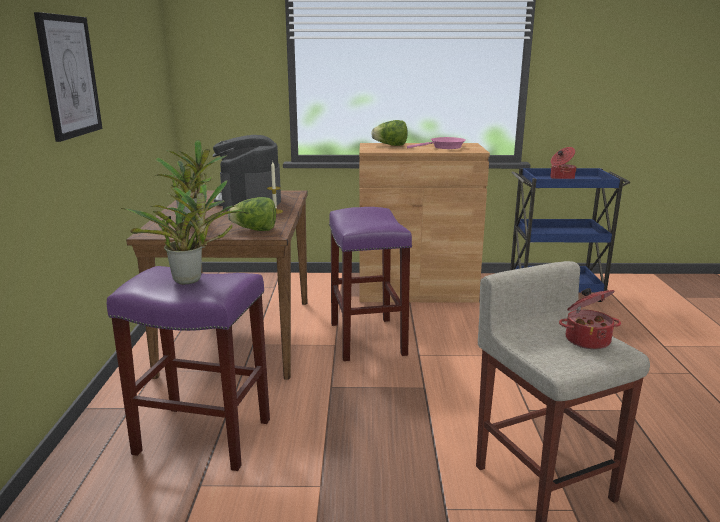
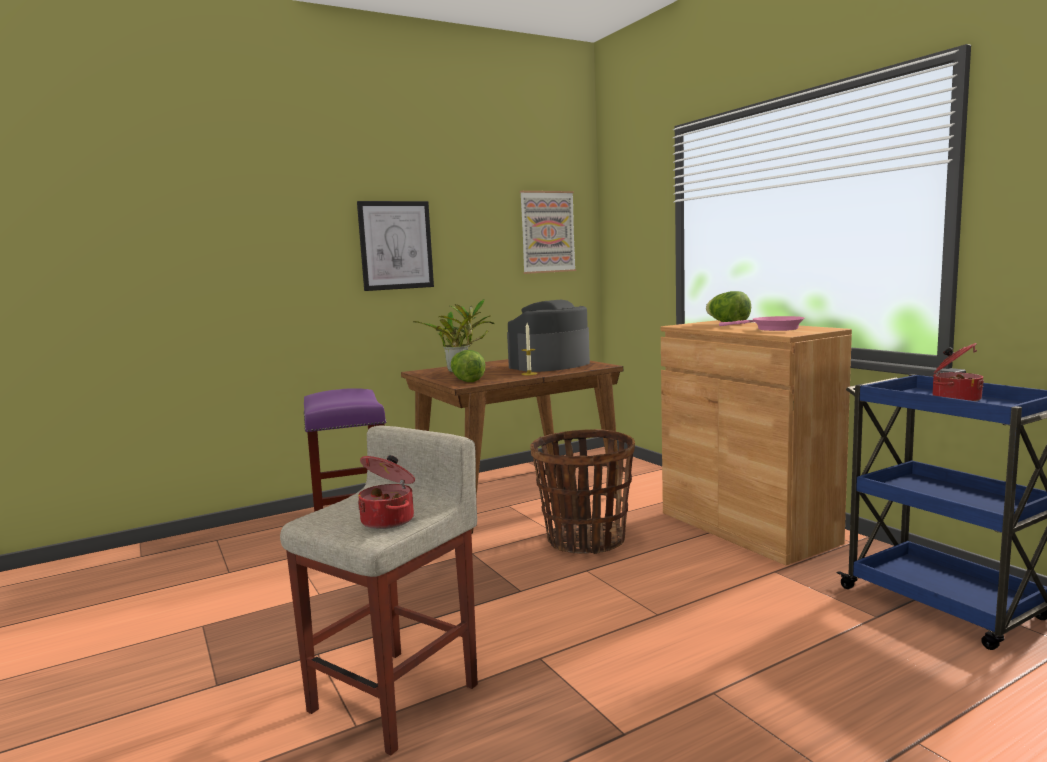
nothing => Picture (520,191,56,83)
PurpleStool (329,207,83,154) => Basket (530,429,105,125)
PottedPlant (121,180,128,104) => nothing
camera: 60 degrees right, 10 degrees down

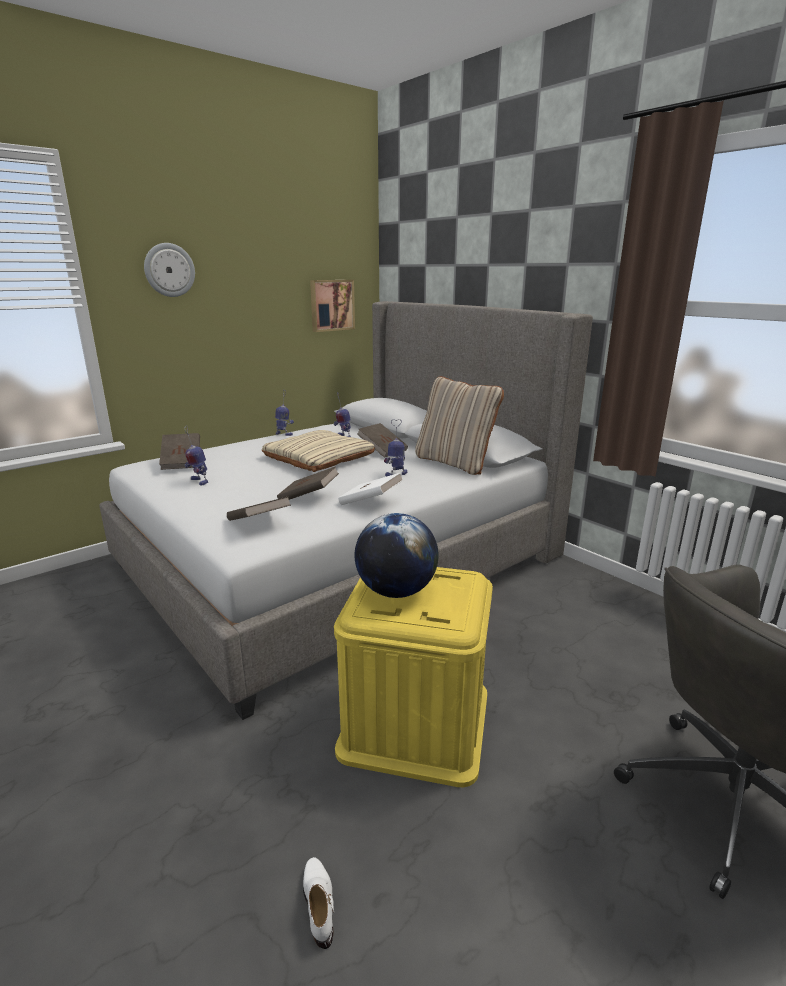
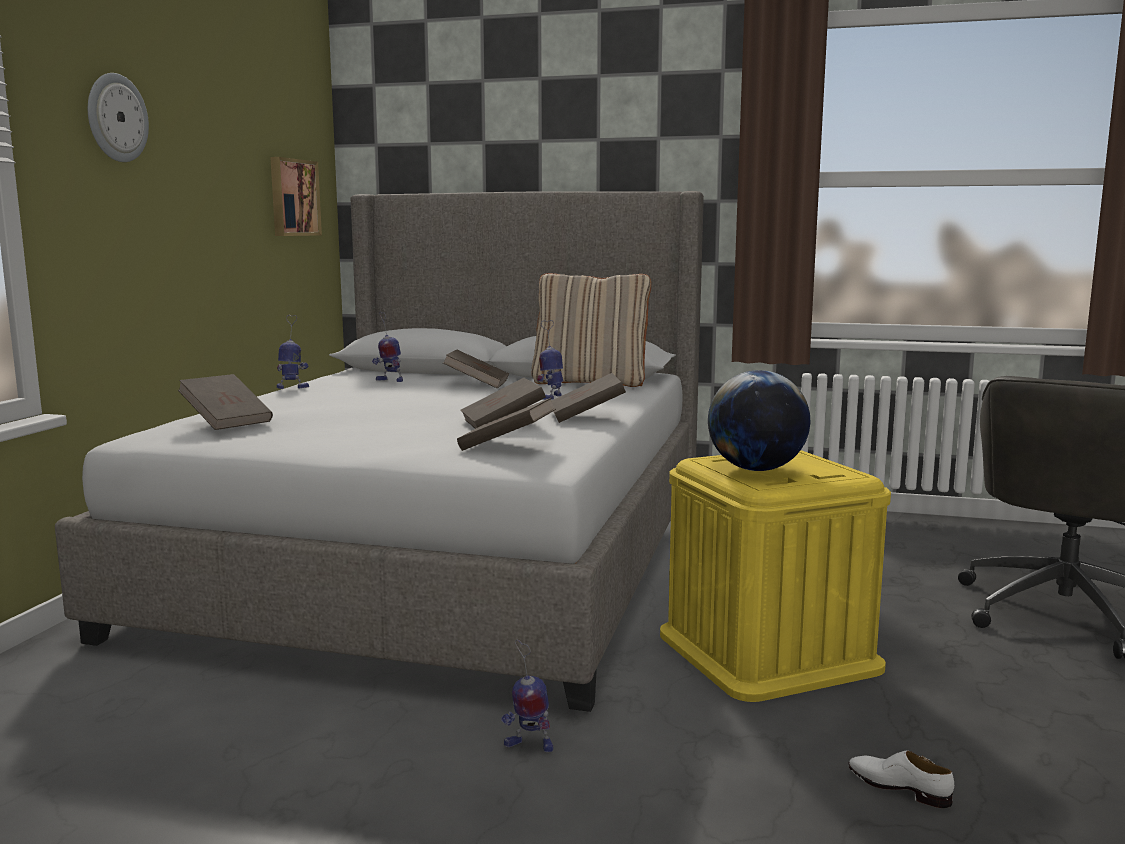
ToyRobot (185,425,23,60) => ToyRobot (501,640,52,112), shifted
WhiteBook (338,473,65,32) => BrownBook (551,373,75,50)
BeigePillow (262,430,113,42) => nothing
camera: 35 degrees left, 10 degrees down

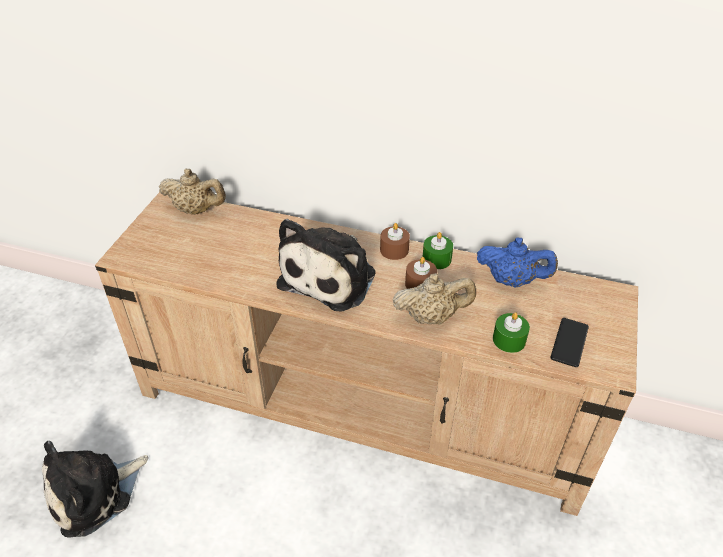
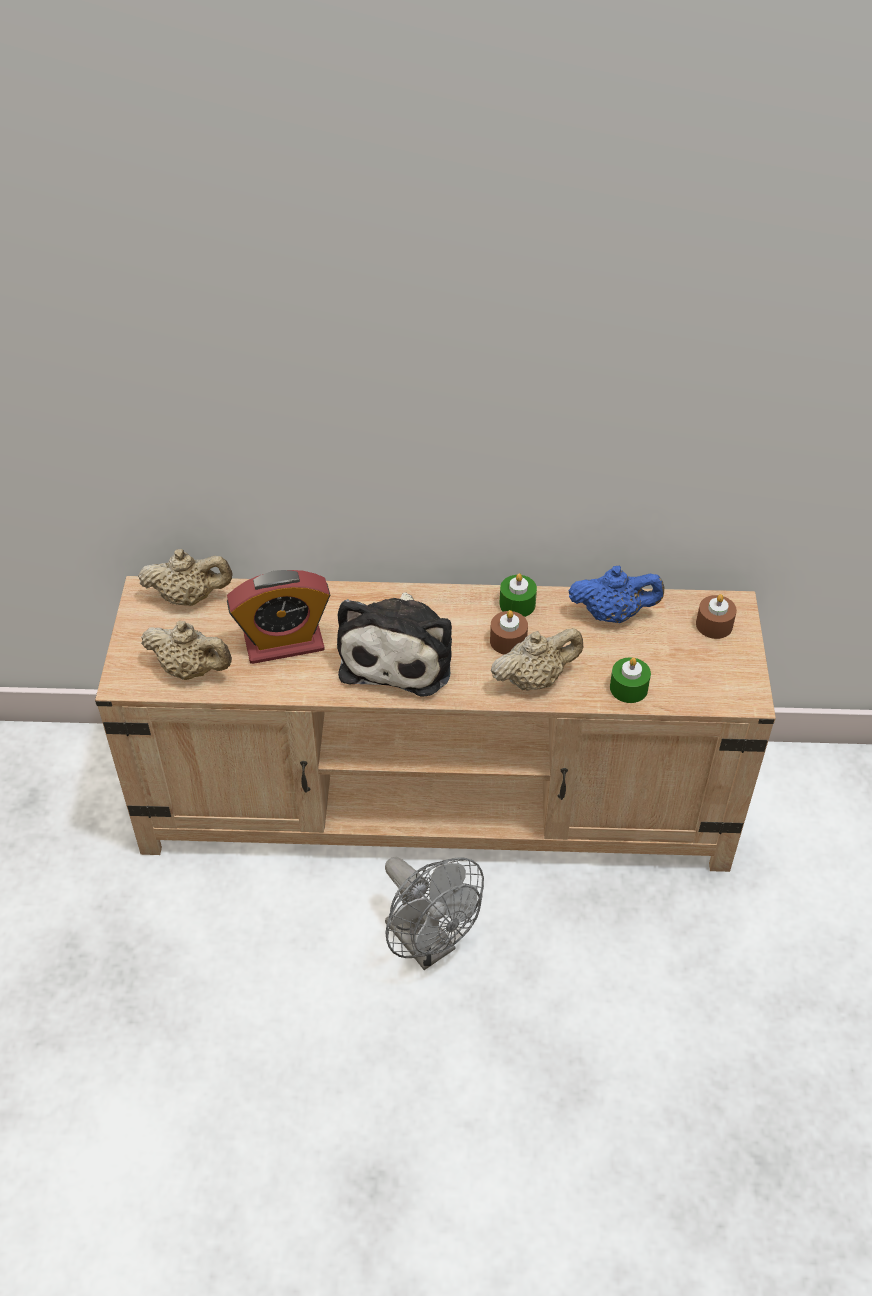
nothing => BeigeTeapot (141,621,91,59)
nothing => AlarmClock (227,570,103,94)
nothing => GreyFan (385,857,99,113)
BrownCandle (380,223,30,37) => BrownCandle (696,594,41,45), shifted
PlushToy (42,441,106,97) => nothing
Phone (550,318,39,49) => nothing
camera: 15 degrees left, 5 degrees up

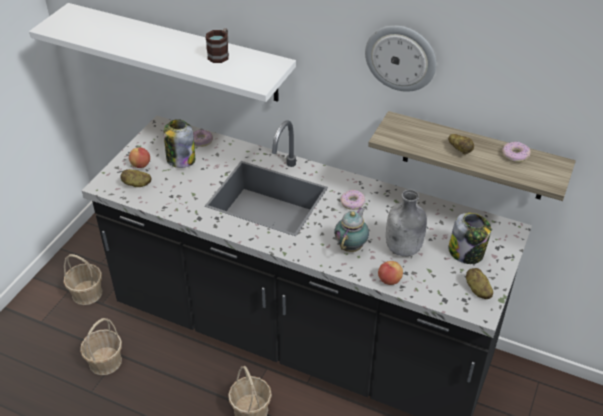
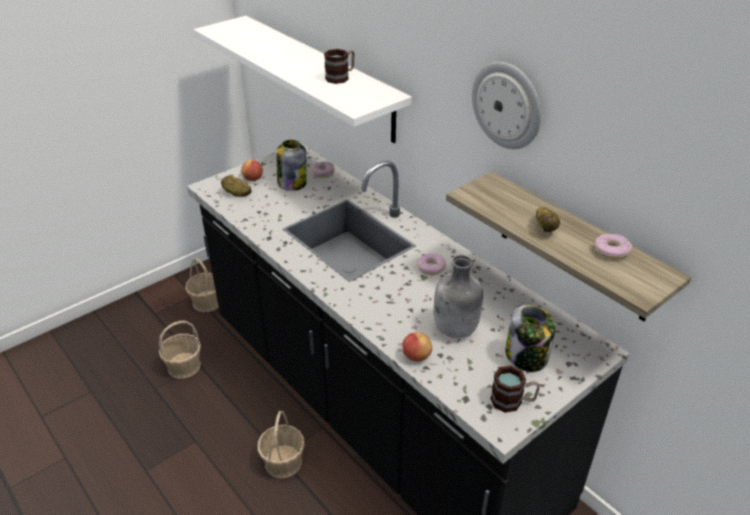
Potato (466,268,27,31) => Mug (490,366,50,47)
Teapot (334,207,35,45) => nothing
camera: 25 degrees right, 5 degrees down

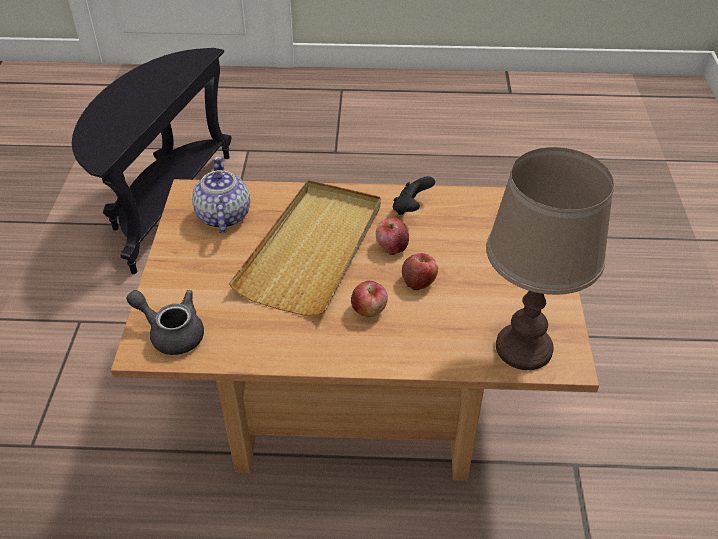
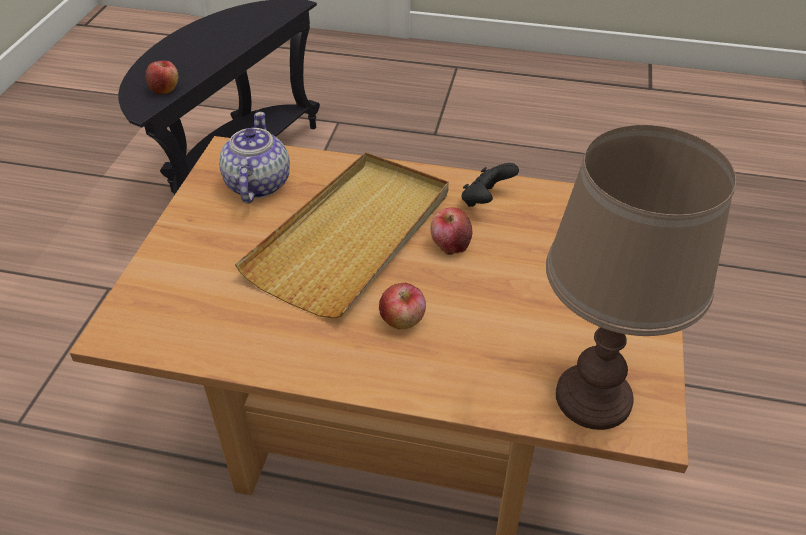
Apple (402,253,36,37) => Apple (146,61,32,34), shifted
GreyTeapot (126,290,78,65) => nothing
camera: 10 degrees right, 0 degrees up

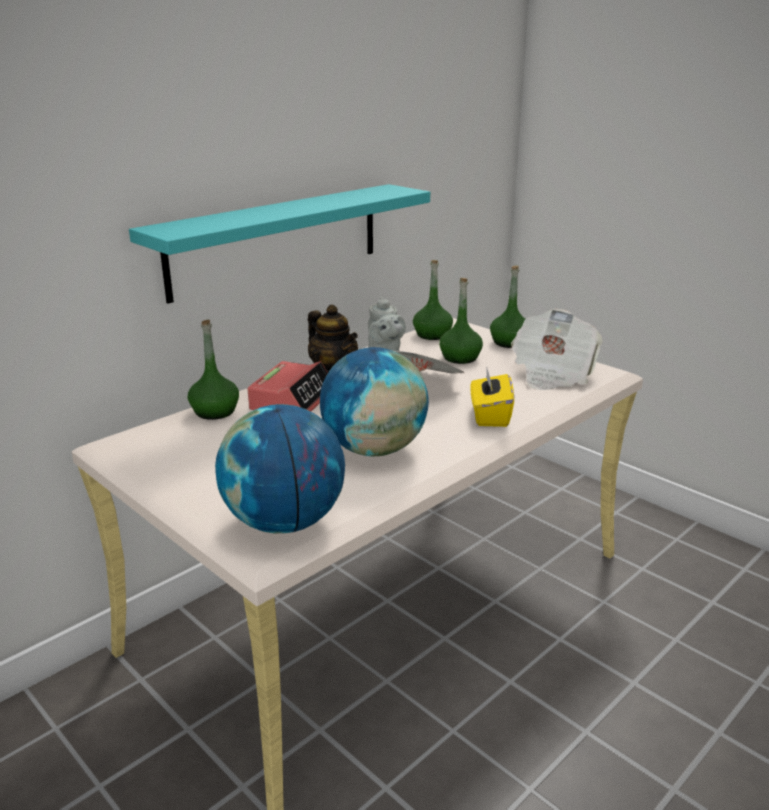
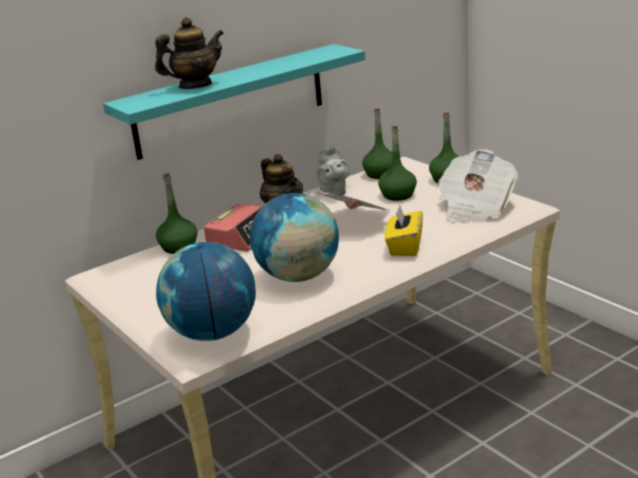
nothing => Teapot (155,17,69,72)
camera: 10 degrees right, 0 degrees up

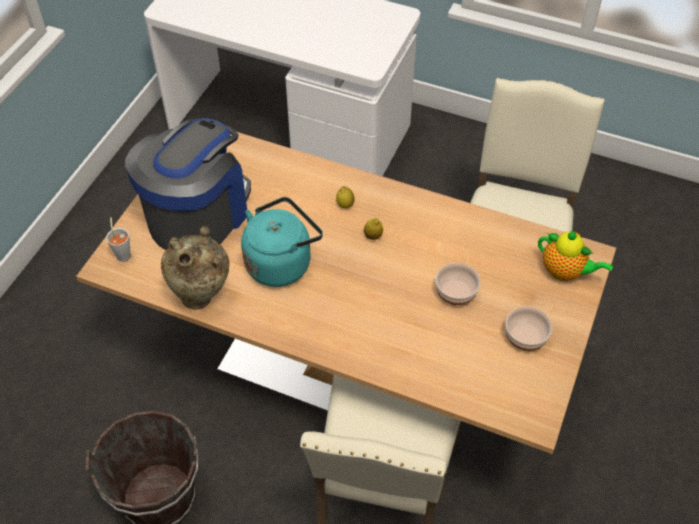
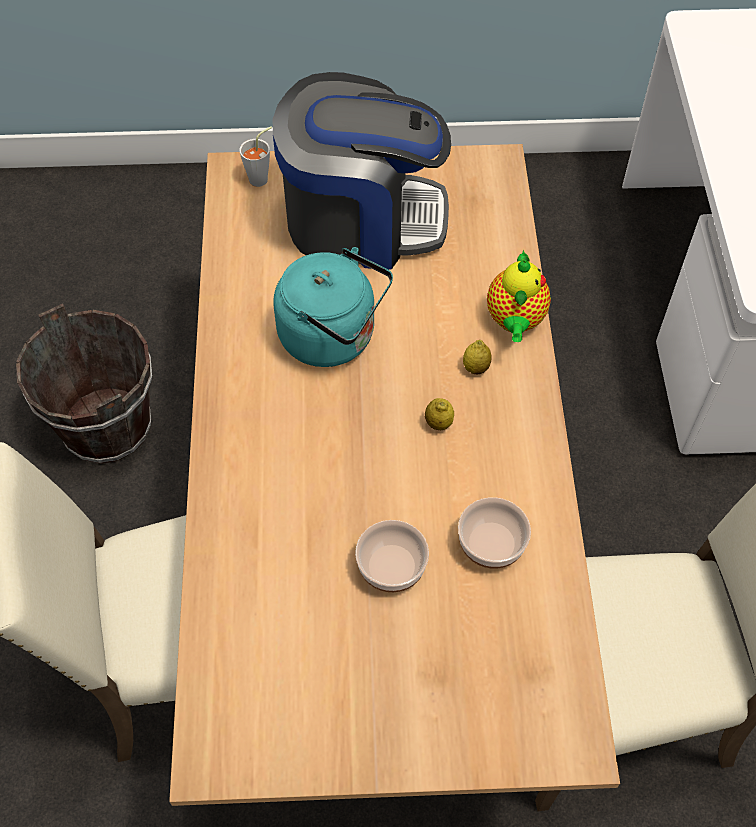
Bowl (505,306,47,45) => Bowl (458,497,73,72), shifted
Teapot (538,231,75,50) => Teapot (487,250,64,92), shifted
BeigeVase (160,226,70,84) => nothing
camera: 65 degrees right, 5 degrees up

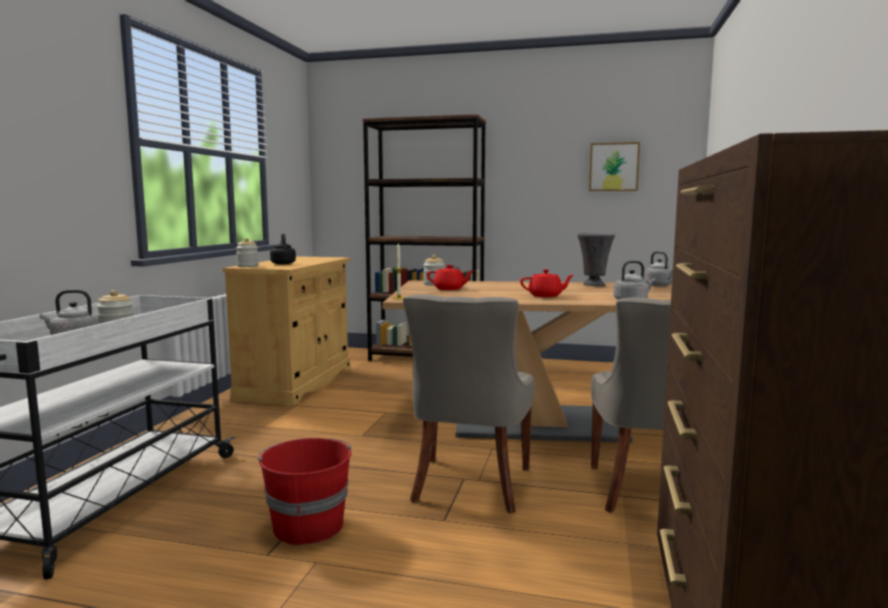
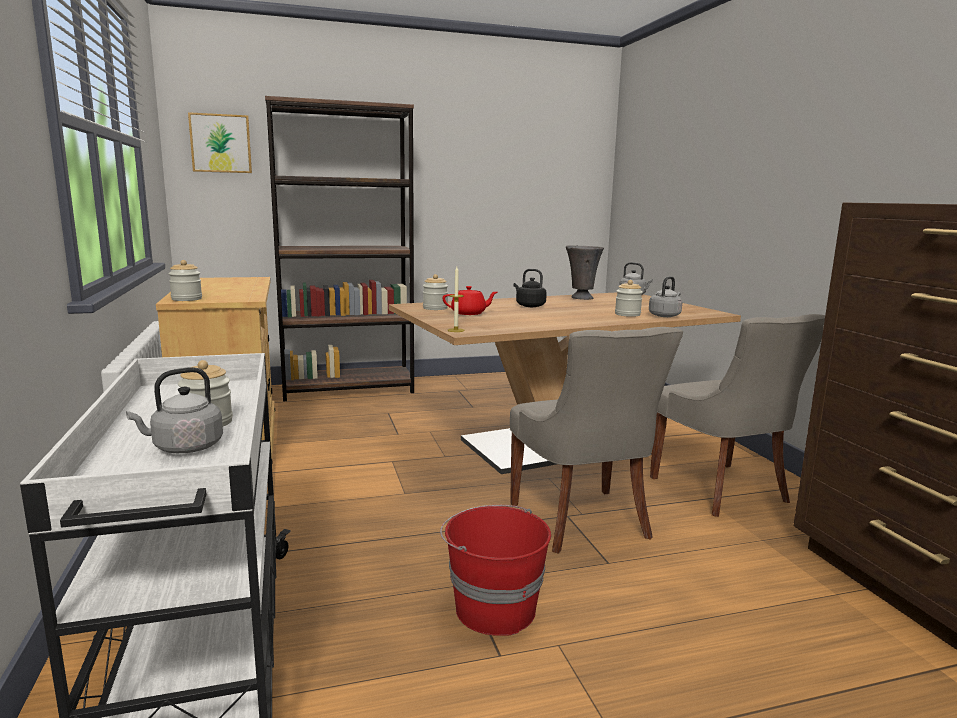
Picture (589,142,51,49) => Picture (188,112,64,61), shifted
BlackKettle (270,233,26,32) => BlackKettle (513,269,34,38), shifted
nothing => Jar (615,280,28,37)
RedTeapot (520,270,54,27) => nothing
camera: 30 degrees left, 5 degrees up

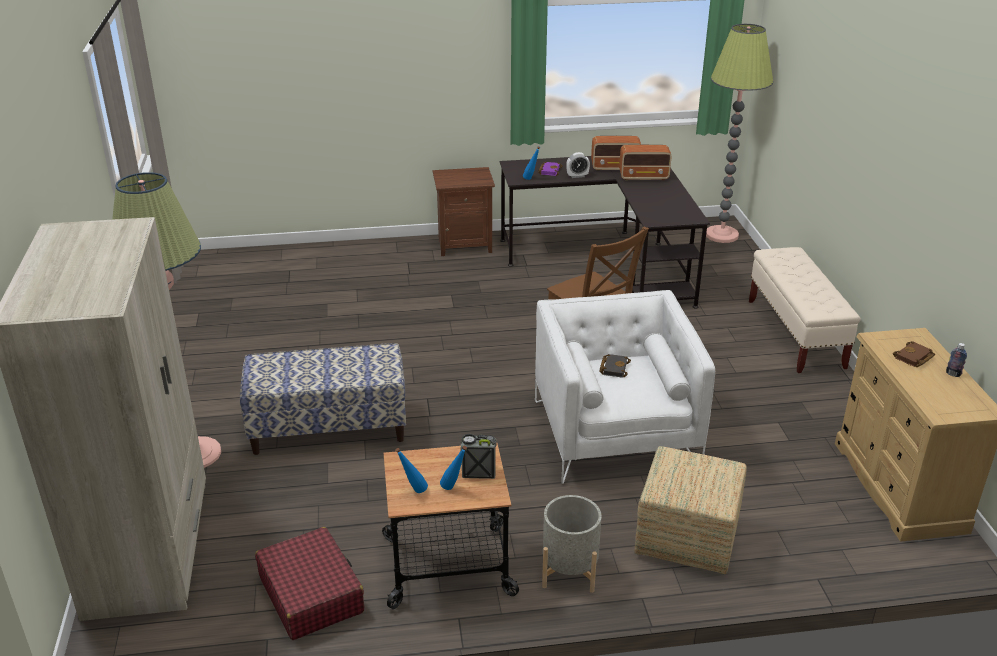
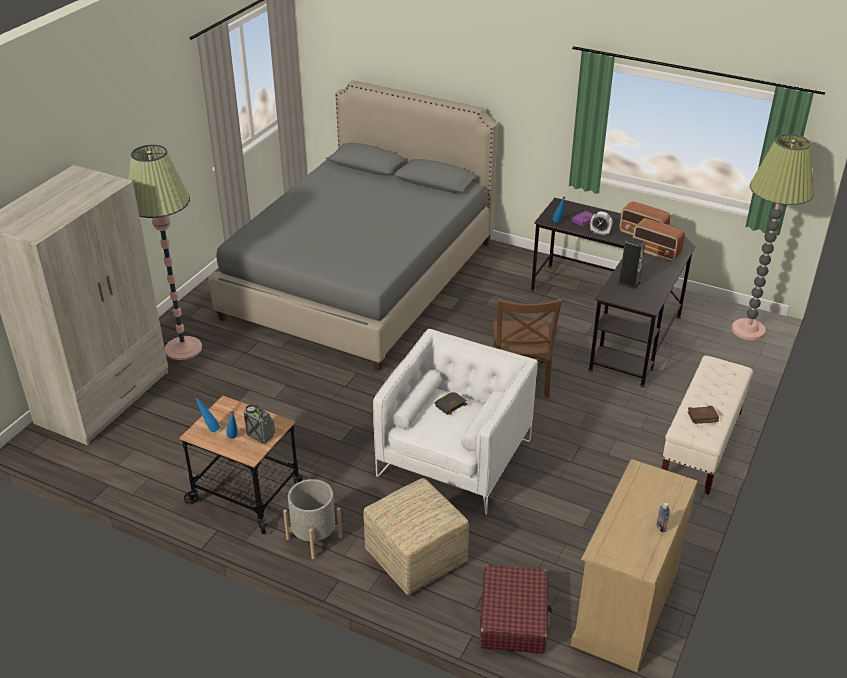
nothing => GreyBed (209,80,289,291)
RedSuitcase (255,527,109,113) => RedSuitcase (480,565,72,89), shifted
nothing => Speaker (618,237,27,52)
BrownBook (893,341,42,26) => BrownBook (688,405,31,19), shifted
Bench (240,343,166,112) => nothing
BrownNightstand (433,167,62,89) => nothing
camera: 35 degrees right, 5 degrees up

